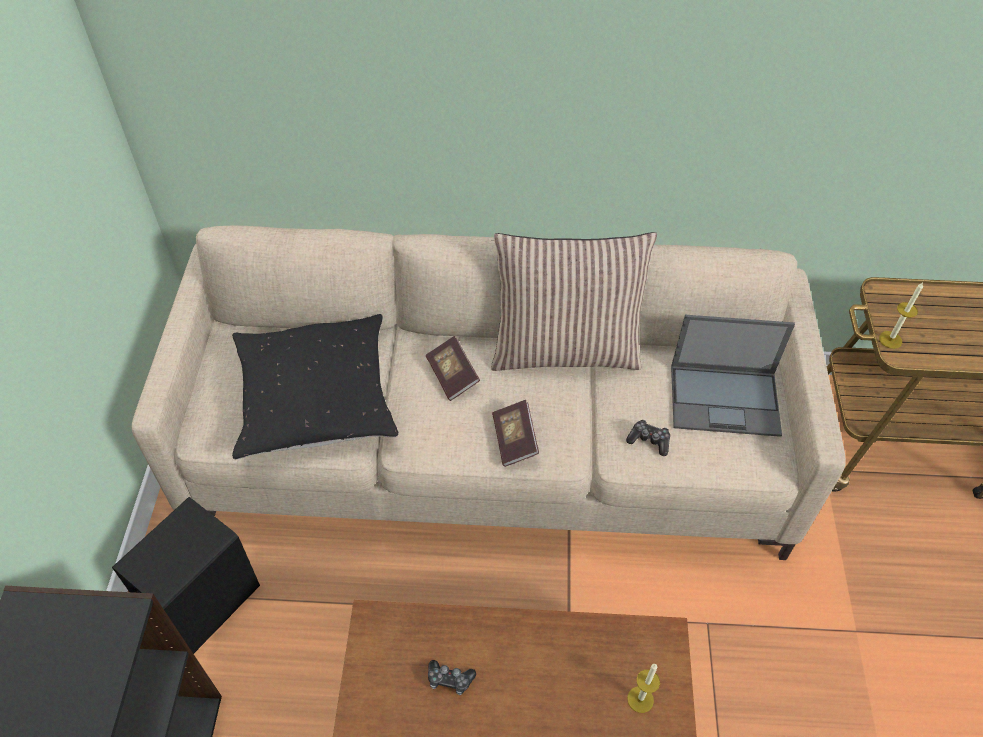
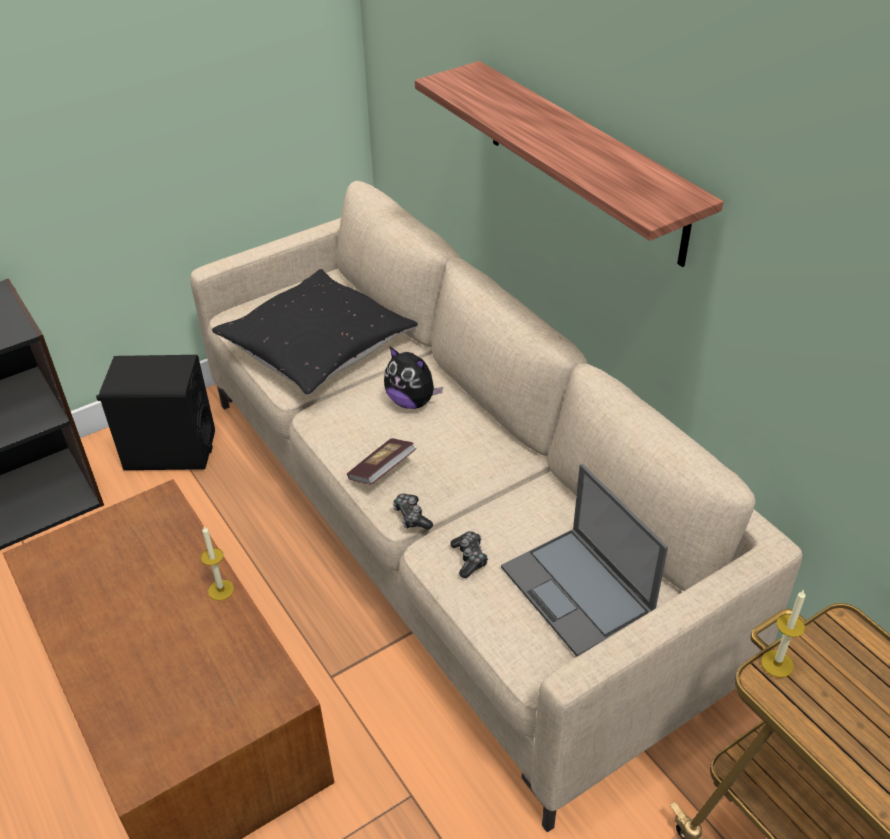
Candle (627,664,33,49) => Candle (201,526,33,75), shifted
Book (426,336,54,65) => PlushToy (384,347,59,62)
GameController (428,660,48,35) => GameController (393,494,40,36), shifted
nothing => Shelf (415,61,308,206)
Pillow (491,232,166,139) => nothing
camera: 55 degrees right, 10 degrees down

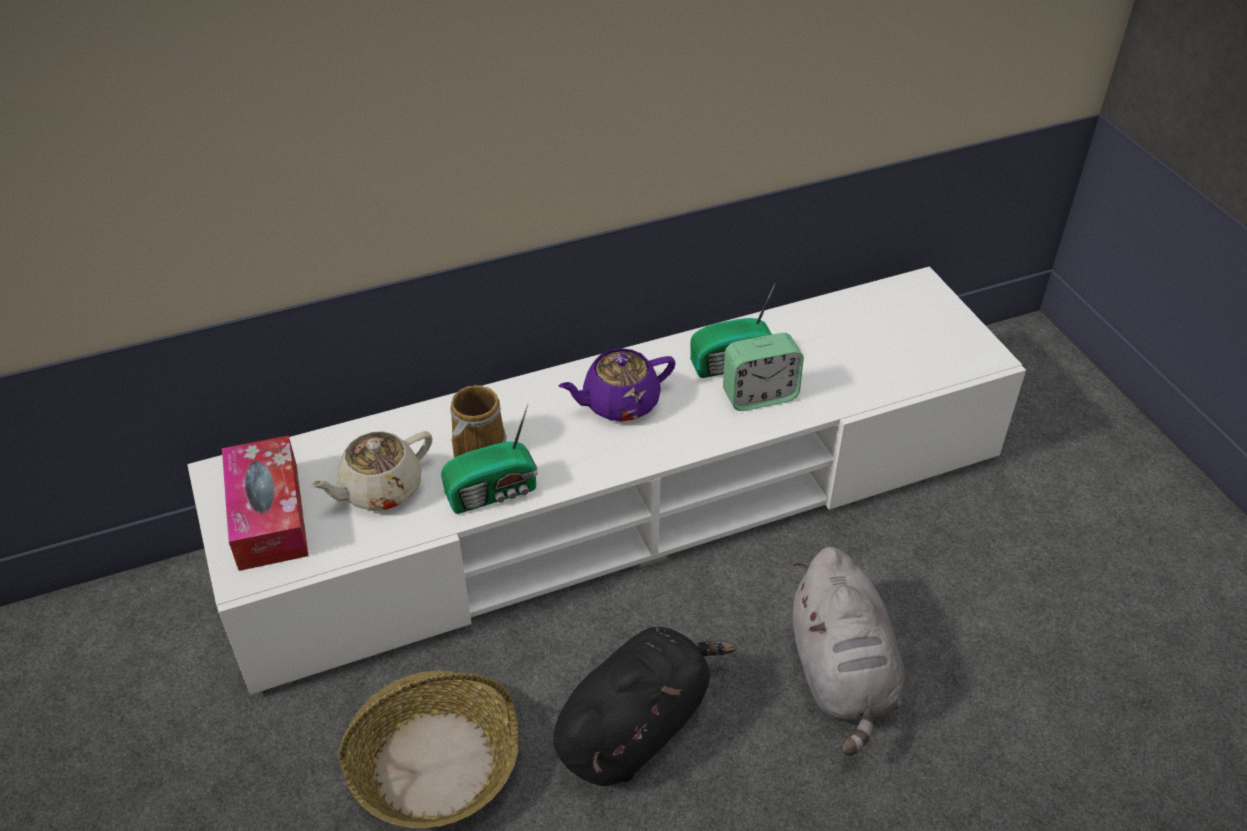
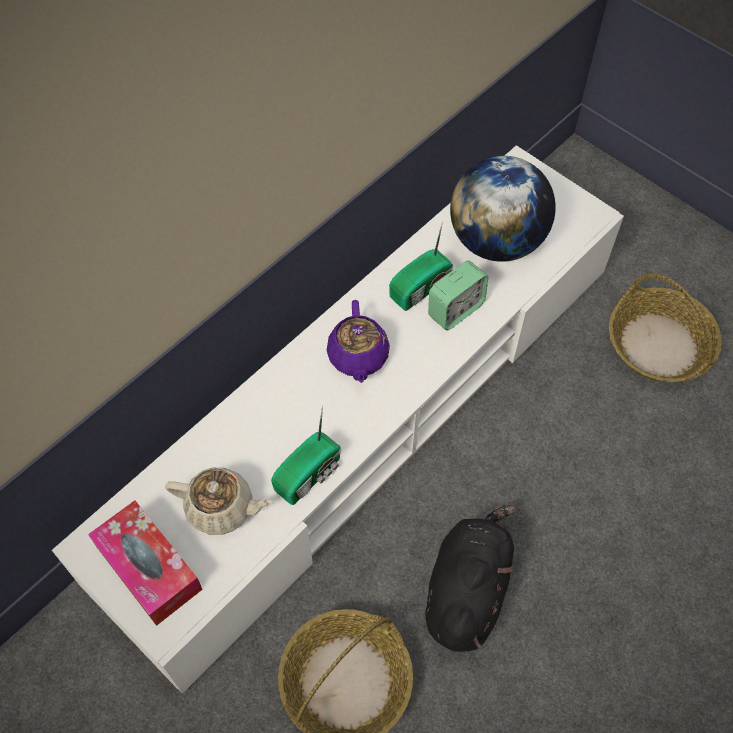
BeigeTeapot (309,431,123,80) => BeigeTeapot (165,468,108,67), 105 degrees counterclockwise
PurpleTeapot (559,348,117,74) => PurpleTeapot (327,300,63,83), 45 degrees counterclockwise
nothing => Globe (450,156,106,106)
nothing => Basket (609,274,113,108)
Mug (450,385,57,73) => nothing
GreyPlushToy (793,547,112,209) => nothing
camera: 25 degrees left, 15 degrees up

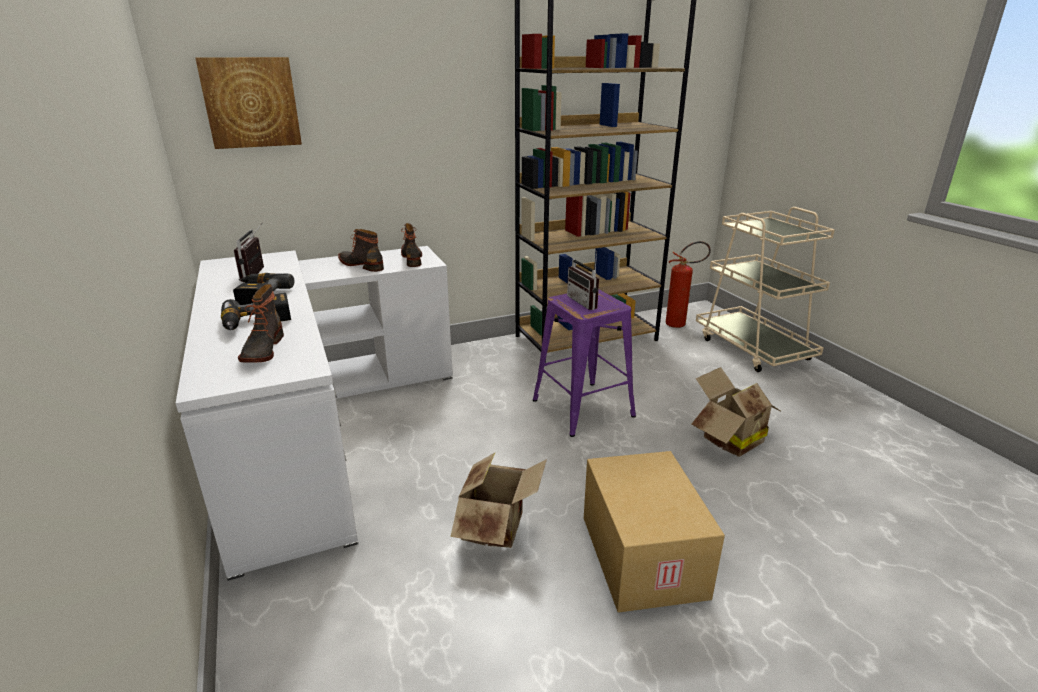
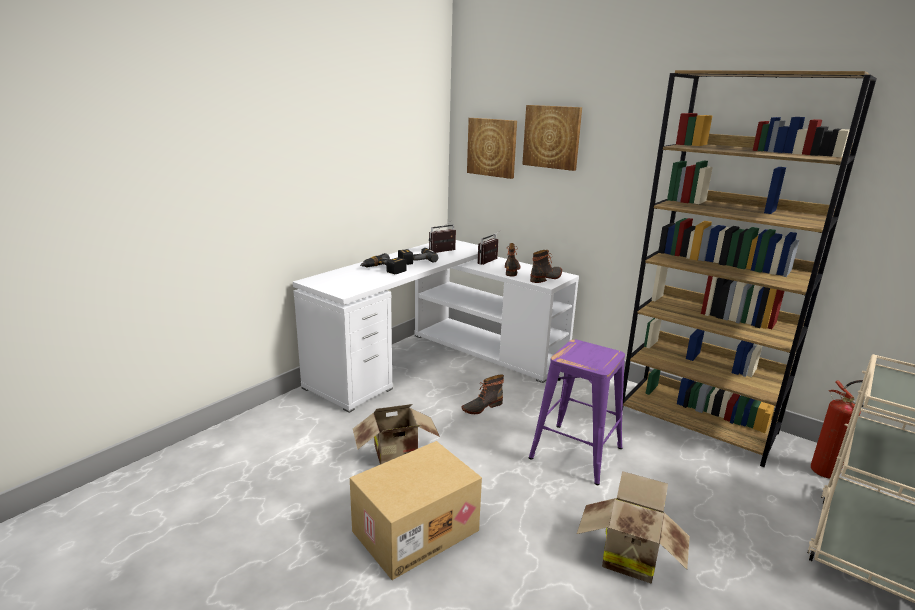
Boot (238,284,46,78) => Boot (462,374,42,40), shifted
Radio (567,251,32,59) => Radio (477,230,24,35), shifted
nothing => Picture (522,105,60,66)
camera: 60 degrees right, 5 degrees down

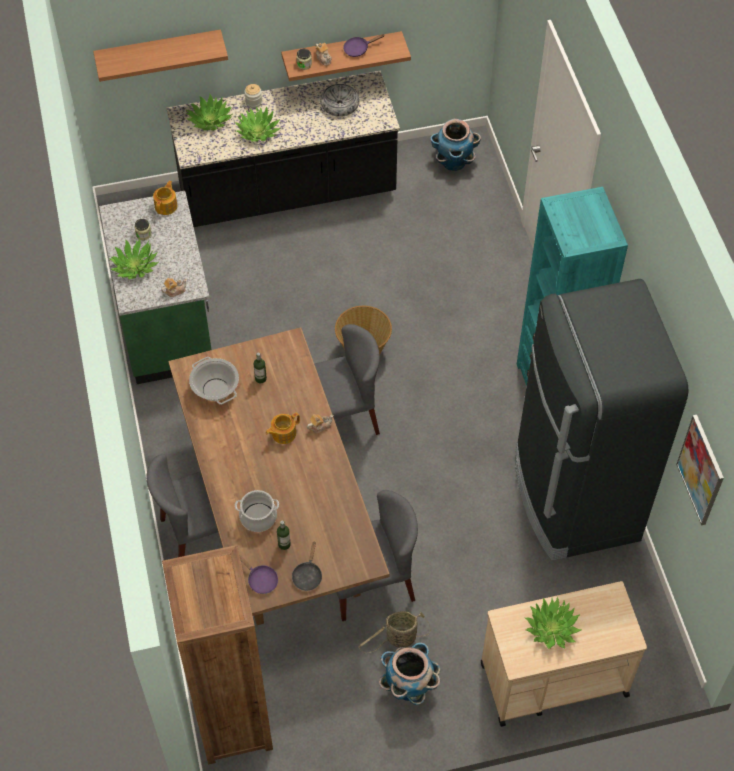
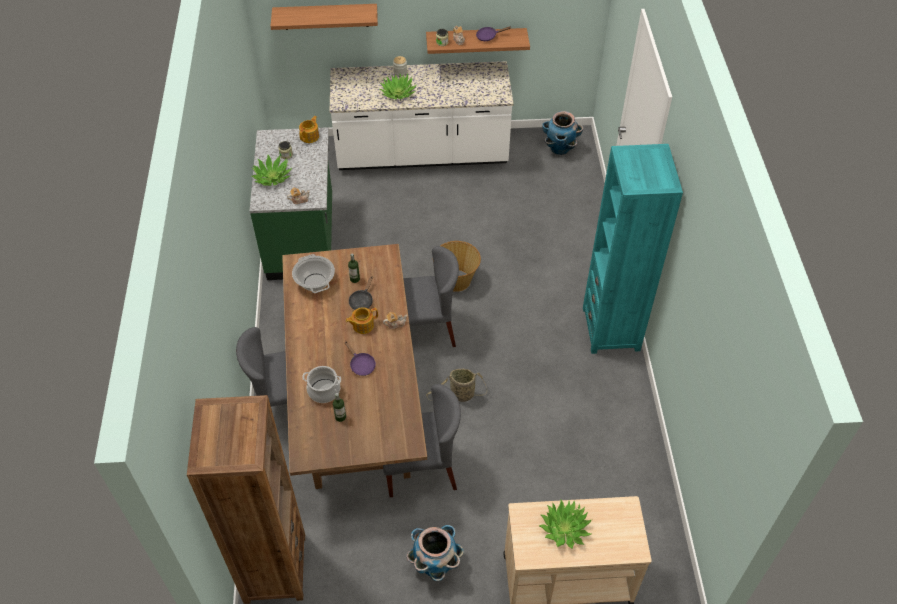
BlackCounter (166,71,234,156) => WhiteCounter (330,61,184,109)
PurpleFryingPan (239,554,39,40) => PurpleFryingPan (345,341,31,35), shifted
BlackFryingPan (292,541,30,50) => BlackFryingPan (349,276,24,34), shifted
Basket (358,611,73,42) => Basket (426,369,61,33), shifted
PottedPlant (186,94,46,36) => nothing
Bowl (320,84,39,33) => nothing
BlackFridge (515,279,173,282) => nothing
Picture (676,415,48,111) => nothing
camera: 10 degrees right, 5 degrees down

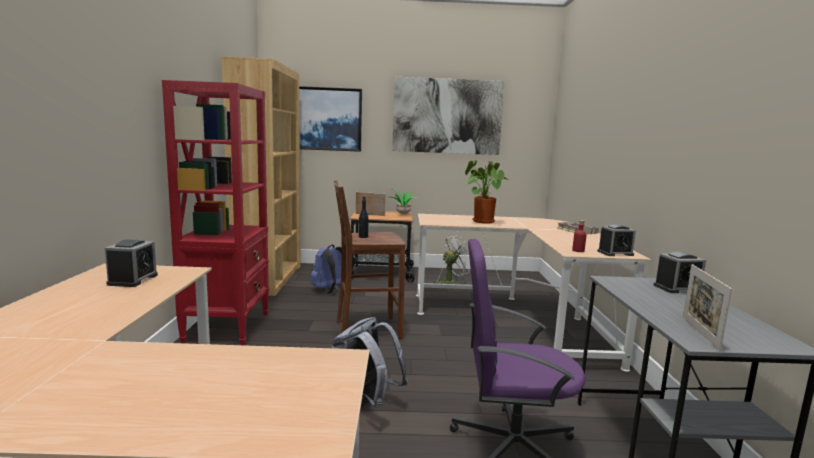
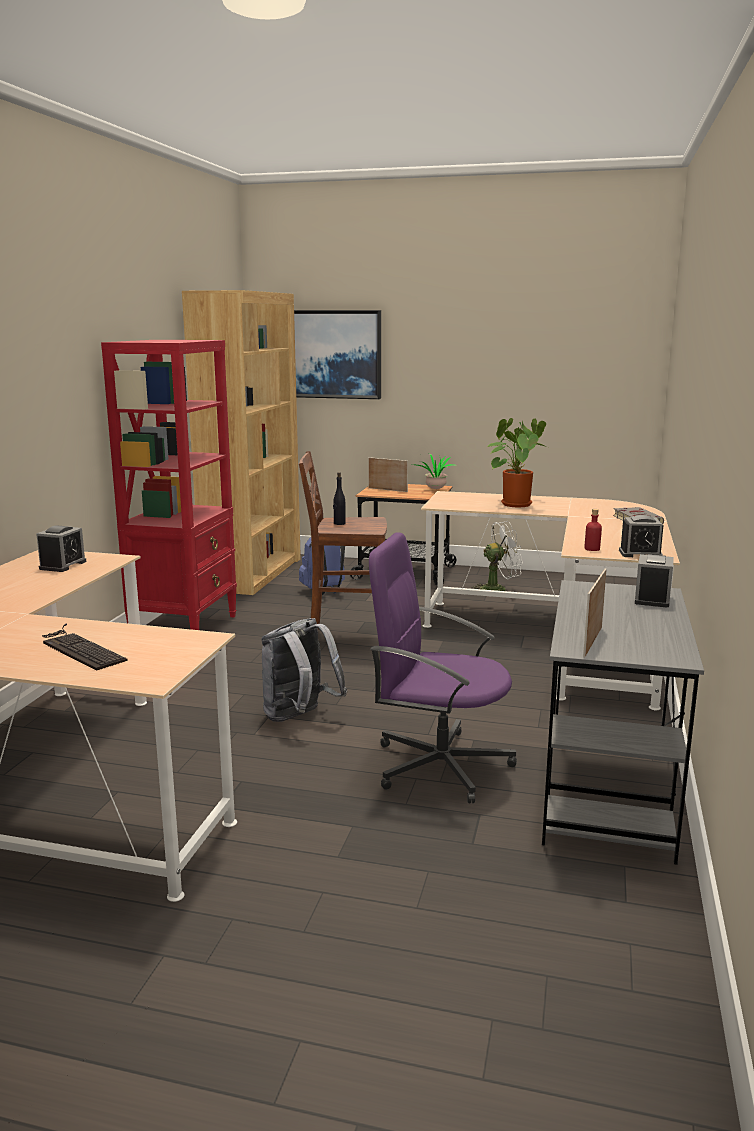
nothing => Keyboard (42,624,86,47)
AlarmClock (654,252,52,41) => AlarmClock (635,554,39,53), 75 degrees counterclockwise
Picture (392,77,113,78) => nothing
camera: 15 degrees right, 5 degrees up

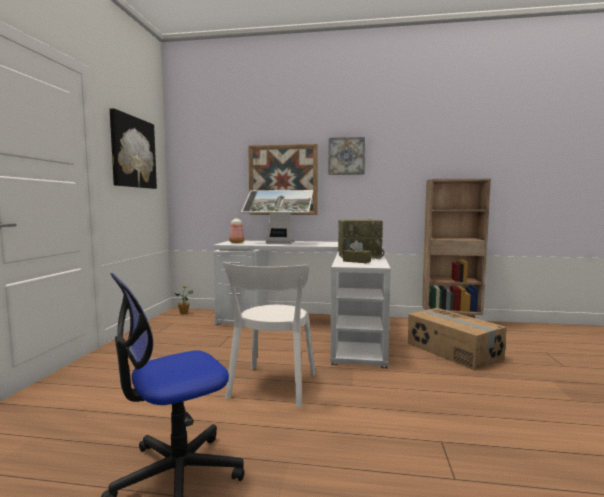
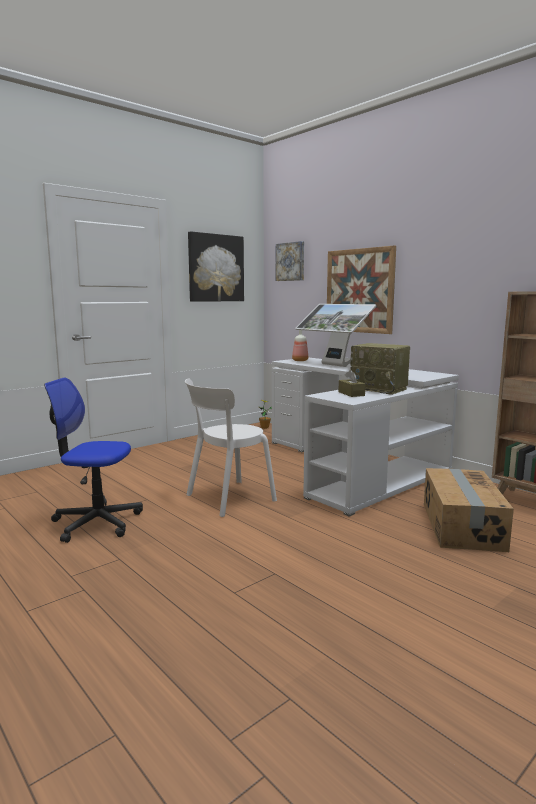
Picture (328,137,37,38) => Picture (276,241,28,40), shifted
camera: 40 degrees right, 5 degrees up

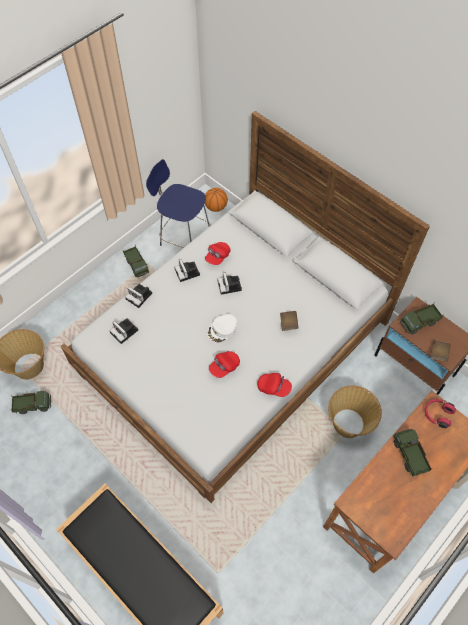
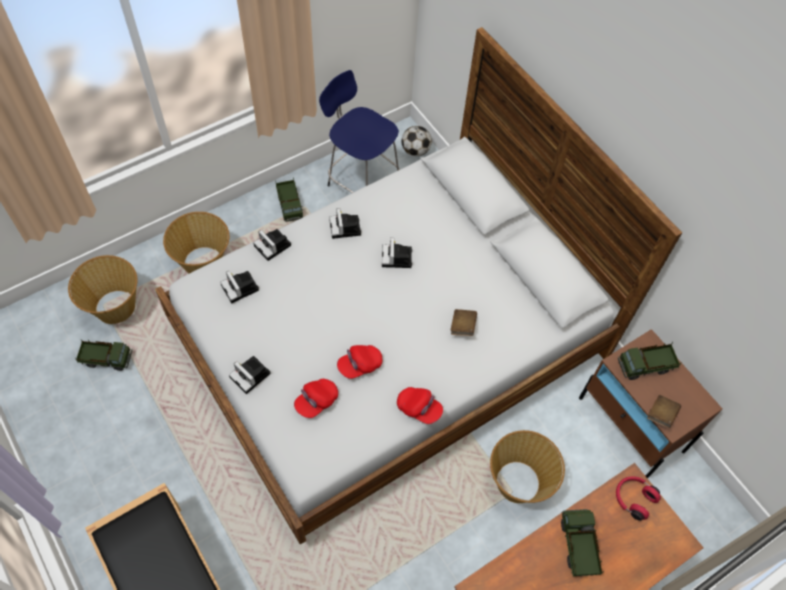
nothing => Basket (163,212,66,62)
nothing => PhotoCamera (229,356,42,38)
RedCap (205,242,25,23) => RedCap (294,379,44,39), shifted
Basketball (205,188,23,24) => Football (402,126,30,30)
WhiteCap (207,314,30,29) => nothing
camera: 10 degrees right, 0 degrees up

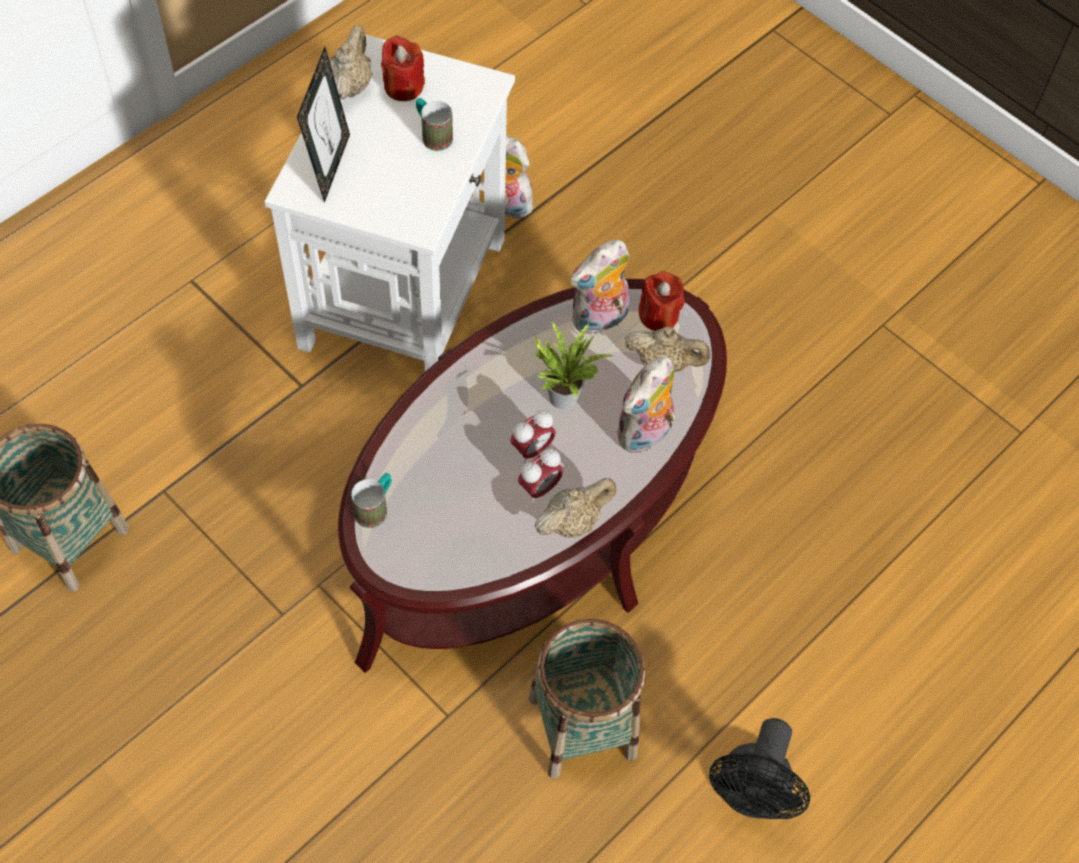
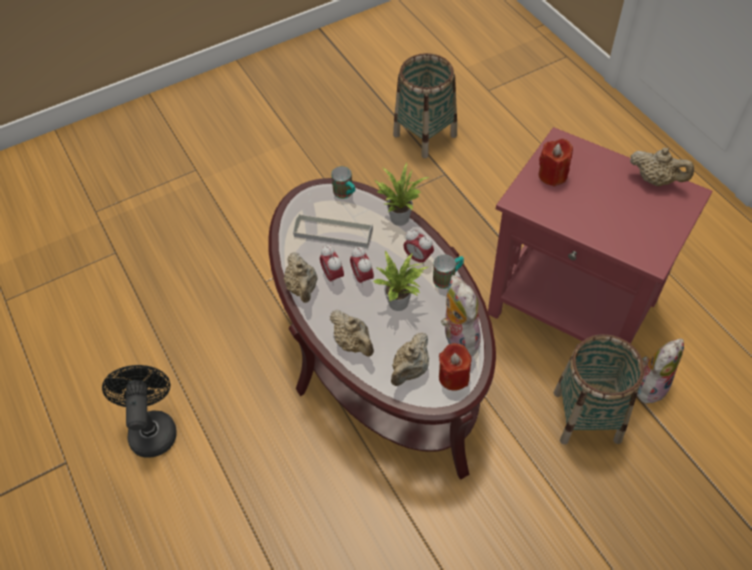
BlackFan (709,718,101,101) => BlackFan (102,365,75,93), 45 degrees clockwise
nothing => GreyTray (293,214,80,34)
PlushToy (616,357,60,96) => BeigeTeapot (330,310,44,47)
nothing => PottedPlant (375,163,54,63)
nothing => AlarmClock (403,229,31,37)
Mug (416,98,37,53) => Mug (433,255,31,34), shifted
WhiteSideTable (264,34,251,338) => RedSideTable (488,127,225,217)
RedCandle (381,36,44,65) => RedCandle (539,139,34,48), shifted
Basket (529,619,116,160) => Basket (554,334,90,111), shifted
PictureFrame (297,47,53,156) => nothing
camera: 110 degrees right, 5 degrees down

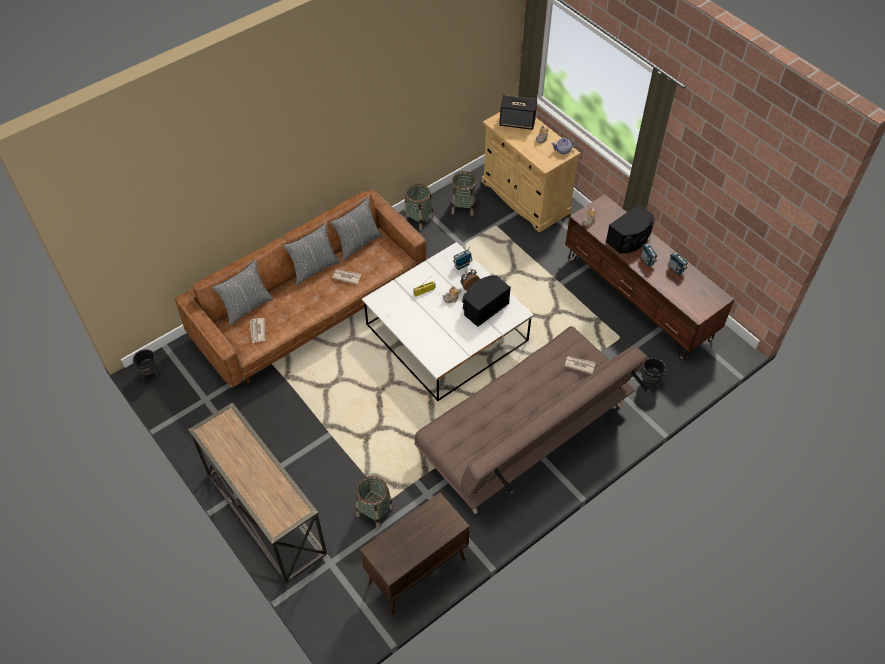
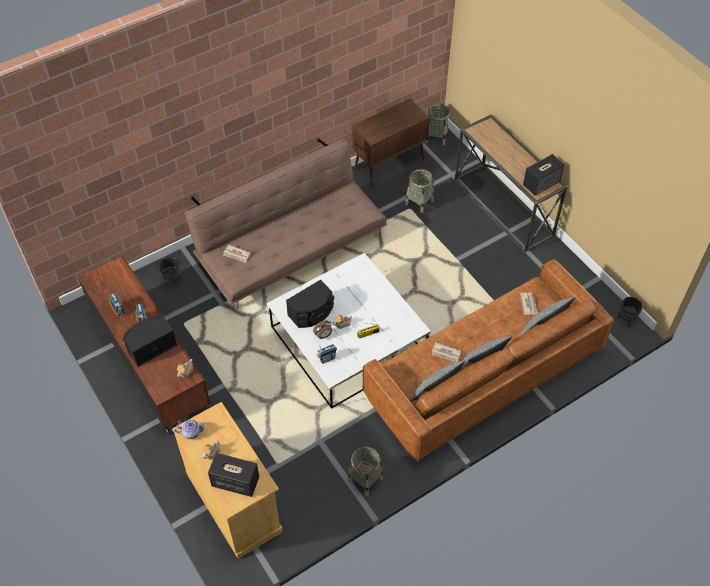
Basket (451,171,25,45) => Basket (425,104,25,41), shifted
nothing => Speaker (523,154,41,42)
camera: 175 degrees left, 0 degrees up

